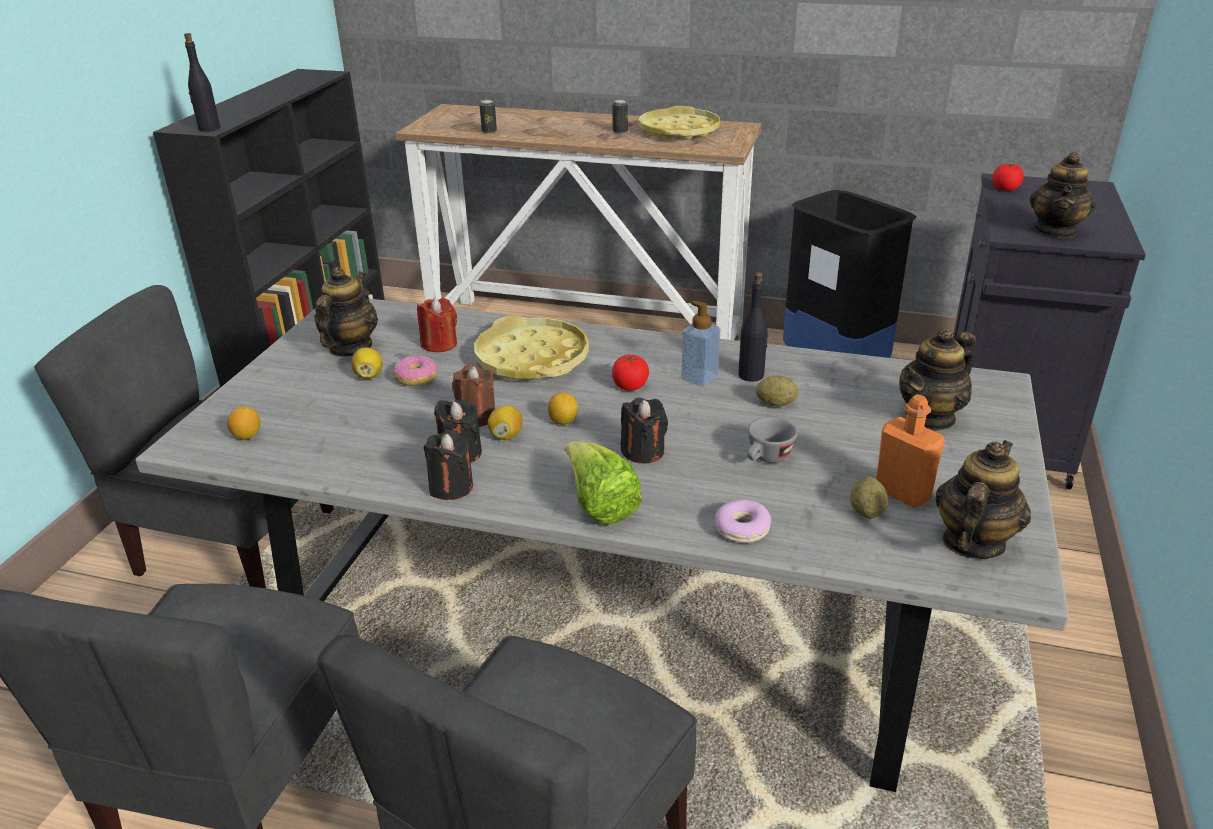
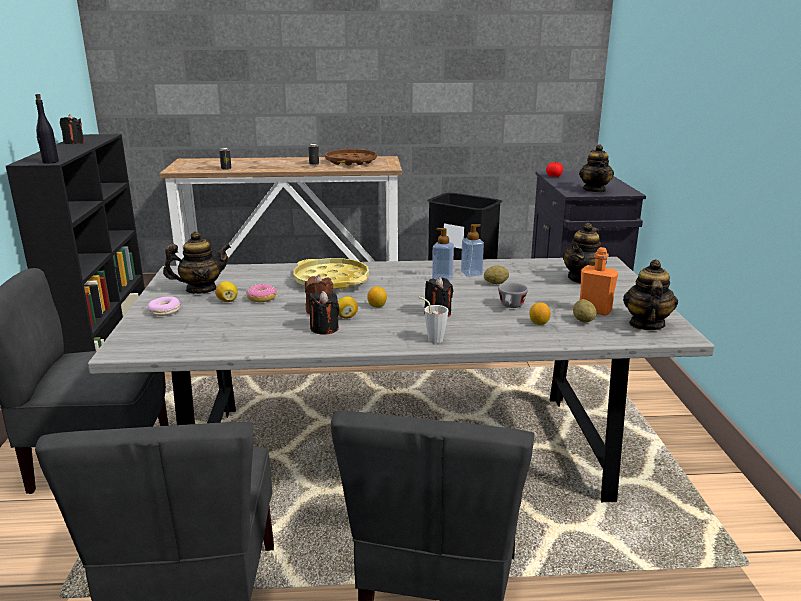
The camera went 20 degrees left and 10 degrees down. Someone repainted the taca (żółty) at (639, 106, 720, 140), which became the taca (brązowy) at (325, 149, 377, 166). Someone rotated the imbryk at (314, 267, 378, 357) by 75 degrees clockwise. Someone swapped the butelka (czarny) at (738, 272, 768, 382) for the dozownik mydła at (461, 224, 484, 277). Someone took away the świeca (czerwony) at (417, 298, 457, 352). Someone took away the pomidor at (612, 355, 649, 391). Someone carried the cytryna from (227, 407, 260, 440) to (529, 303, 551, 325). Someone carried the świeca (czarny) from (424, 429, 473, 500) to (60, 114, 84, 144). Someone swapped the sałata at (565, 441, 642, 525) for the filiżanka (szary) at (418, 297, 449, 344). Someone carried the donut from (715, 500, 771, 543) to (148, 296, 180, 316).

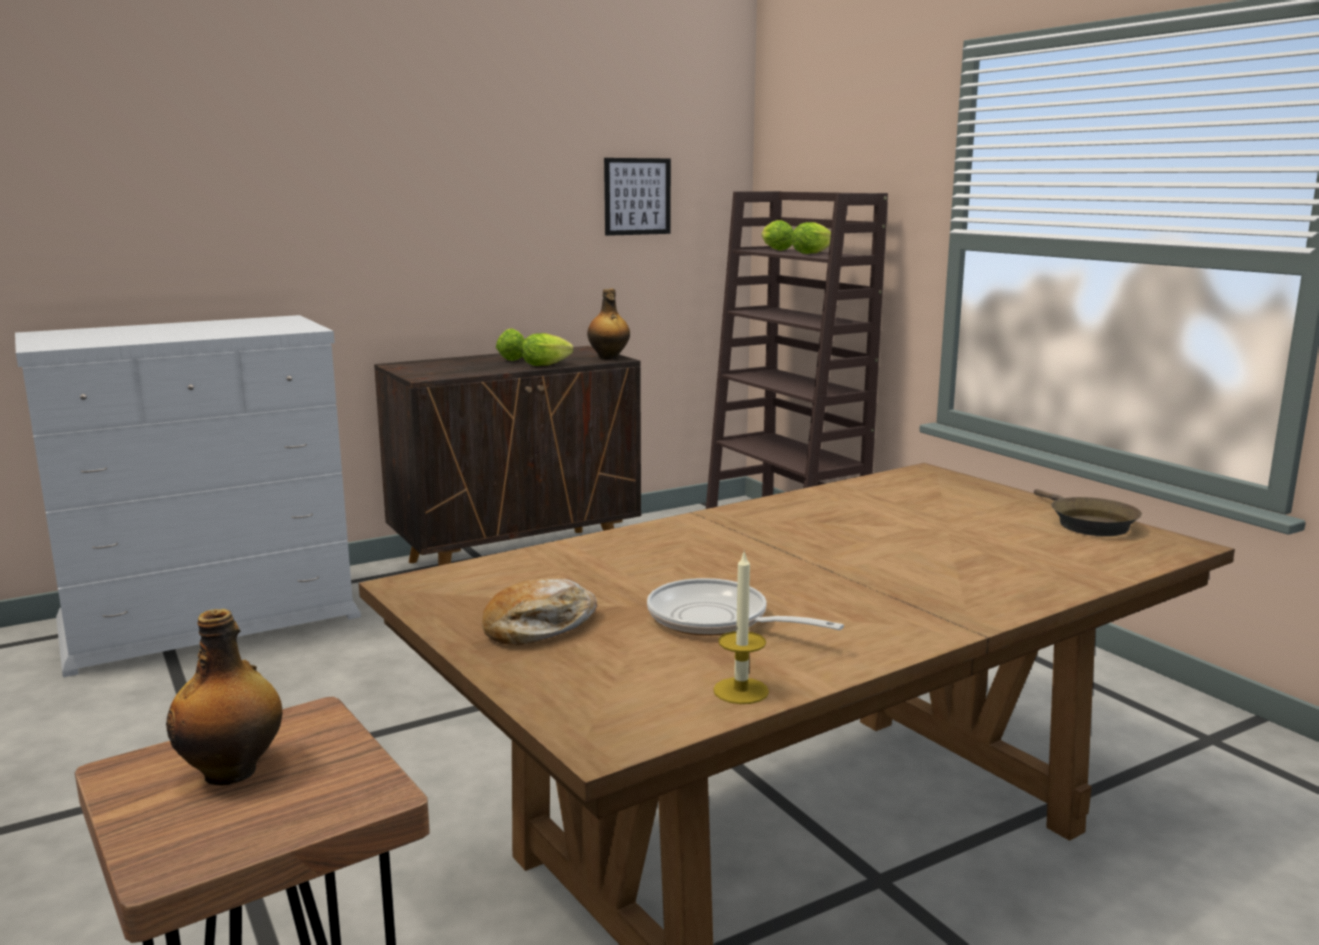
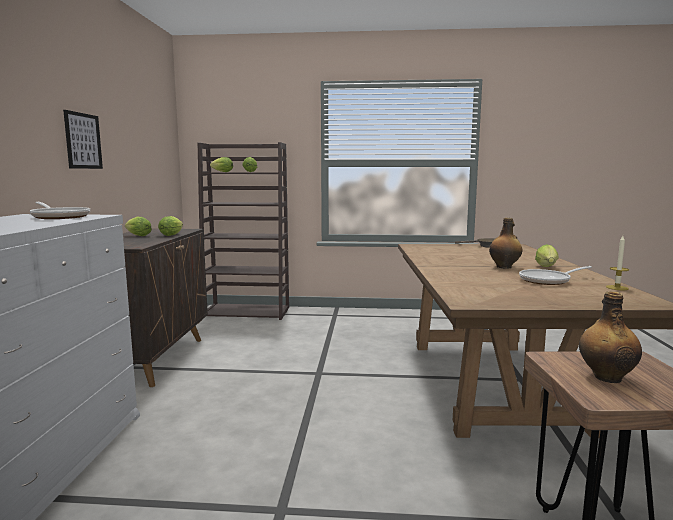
The camera went 55 degrees left and 5 degrees down. Someone carried the obraz from (604, 158, 671, 236) to (63, 110, 103, 169). Someone carried the butelka from (587, 289, 630, 359) to (489, 218, 522, 269). Someone took away the chleb at (482, 578, 597, 645). Someone put down the patelnia at (30, 202, 90, 219). Someone put down the sałata at (535, 244, 559, 267).

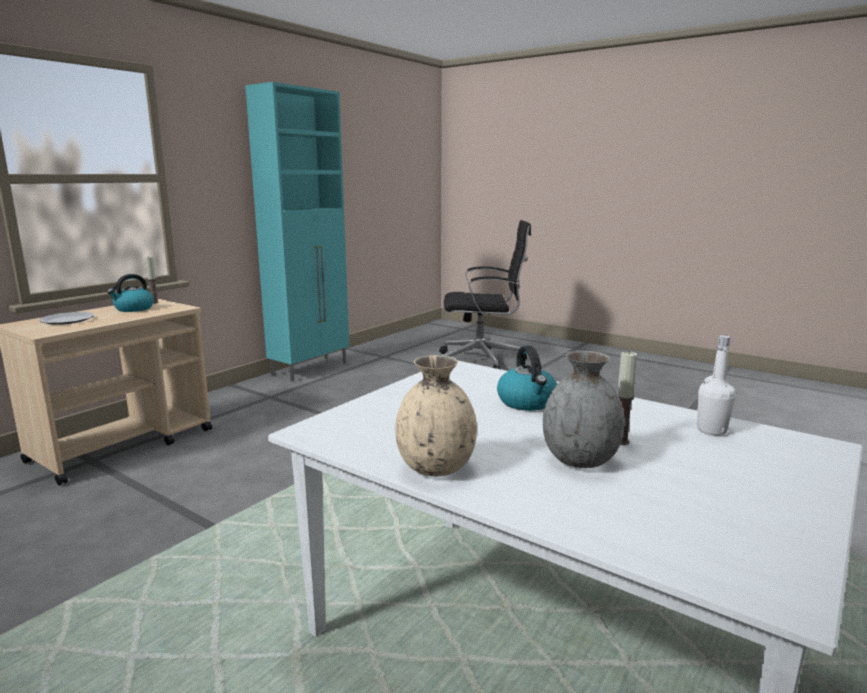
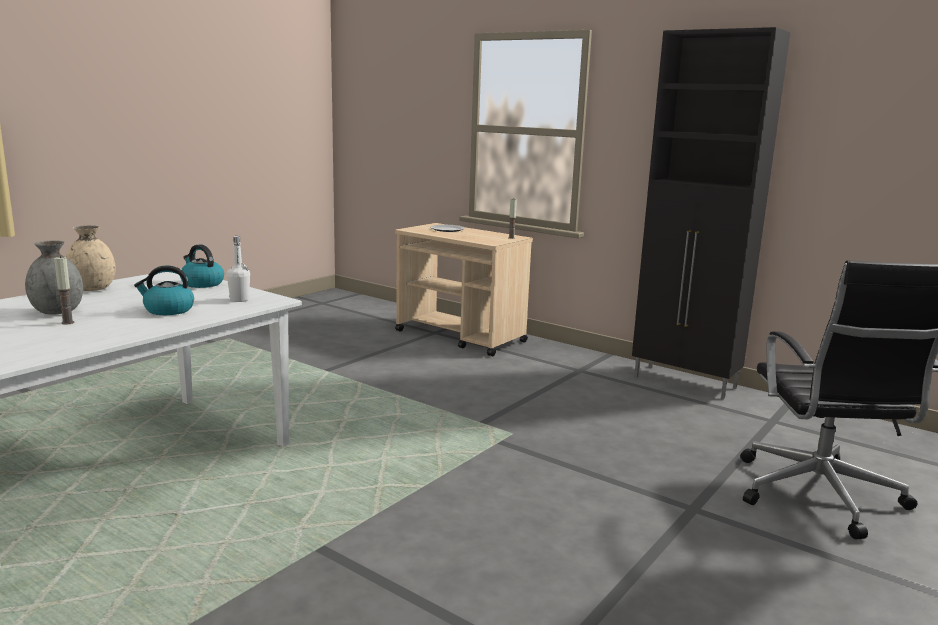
The camera went 90 degrees right and 0 degrees up. Someone repainted the szafka (turkusowy) at (245, 82, 349, 381), which became the szafka (czarny) at (632, 27, 791, 400). Someone carried the czajnik from (107, 274, 154, 312) to (180, 244, 224, 288). Someone carried the butelka (biały) from (697, 335, 736, 435) to (227, 236, 250, 302).

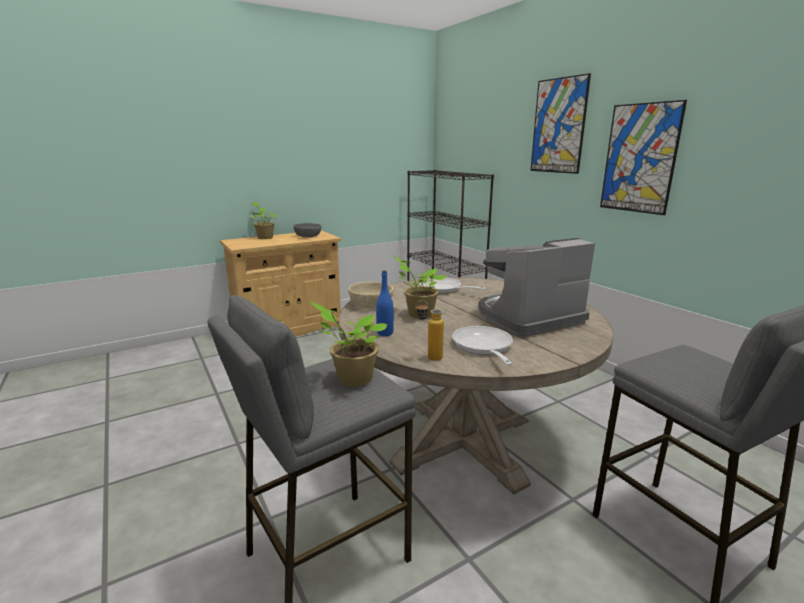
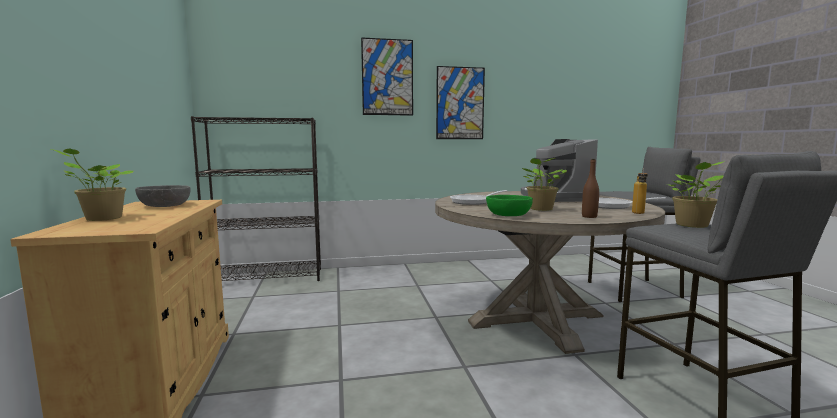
The camera went 70 degrees left and 10 degrees down. Someone repainted the butelka (niebieski) at (376, 271, 394, 336), which became the butelka (brązowy) at (582, 159, 599, 218). Someone repainted the miska (beżowy) at (348, 282, 393, 308), which became the miska (zielony) at (486, 195, 533, 216).

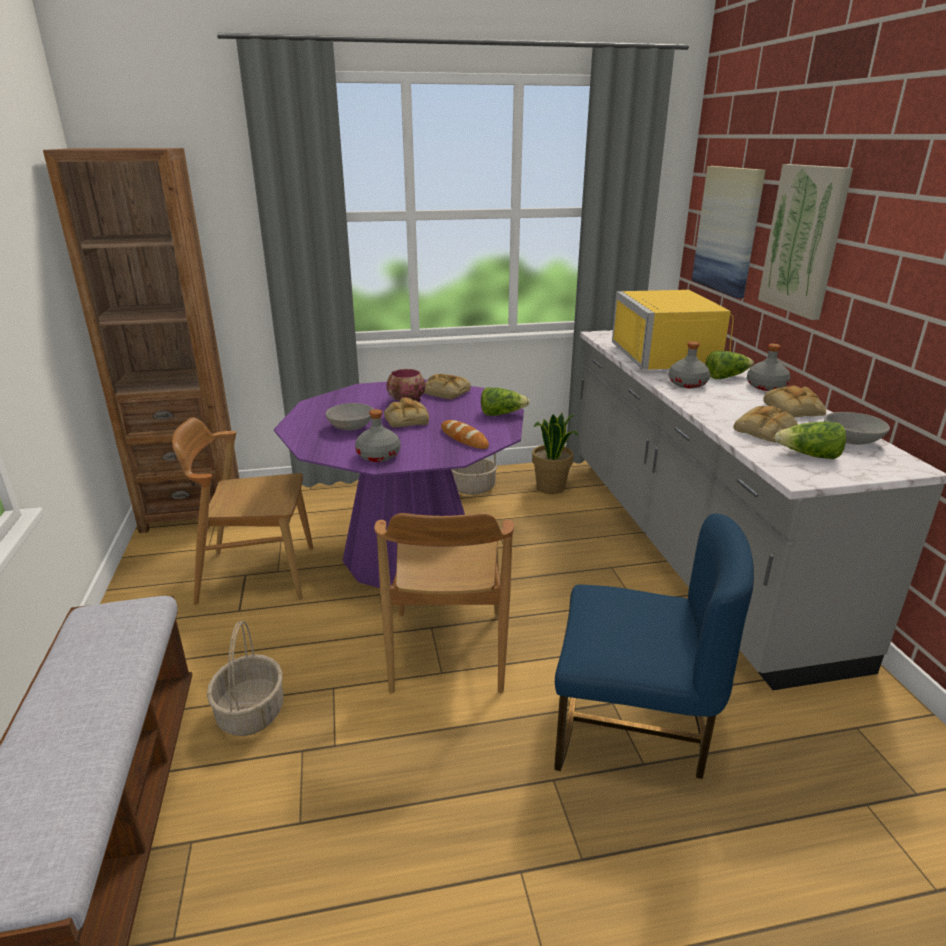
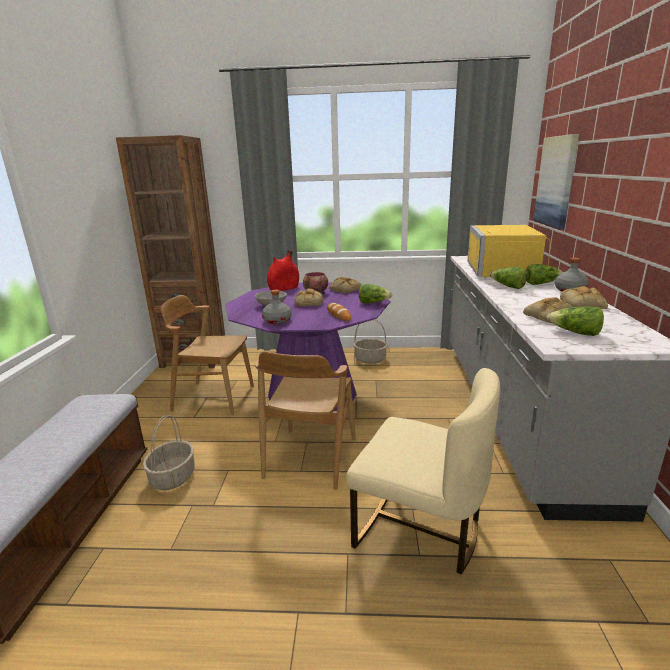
The camera went 15 degrees right and 5 degrees down. Someone took away the obraz at (758, 164, 853, 320). Someone swapped the butelka (szary) at (669, 341, 710, 388) for the sałata at (490, 267, 527, 289). Someone took away the miska (szary) at (824, 412, 890, 445). Someone took away the roślina doniczkowa at (532, 413, 578, 494). Someone repainted the krzesło (niebieski) at (555, 514, 754, 779), which became the krzesło (beżowy) at (346, 368, 500, 574). Someone put down the wazon (czerwony) at (267, 250, 299, 291).

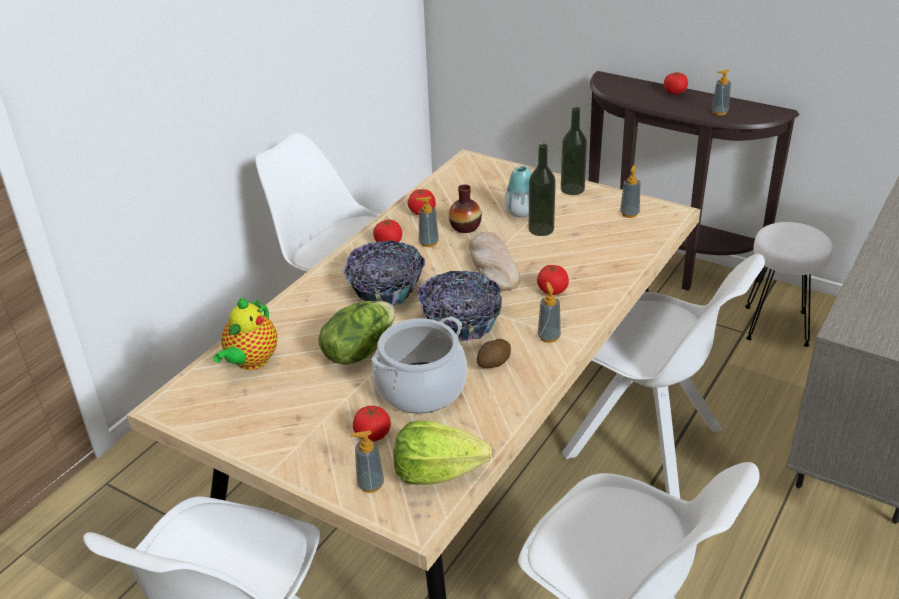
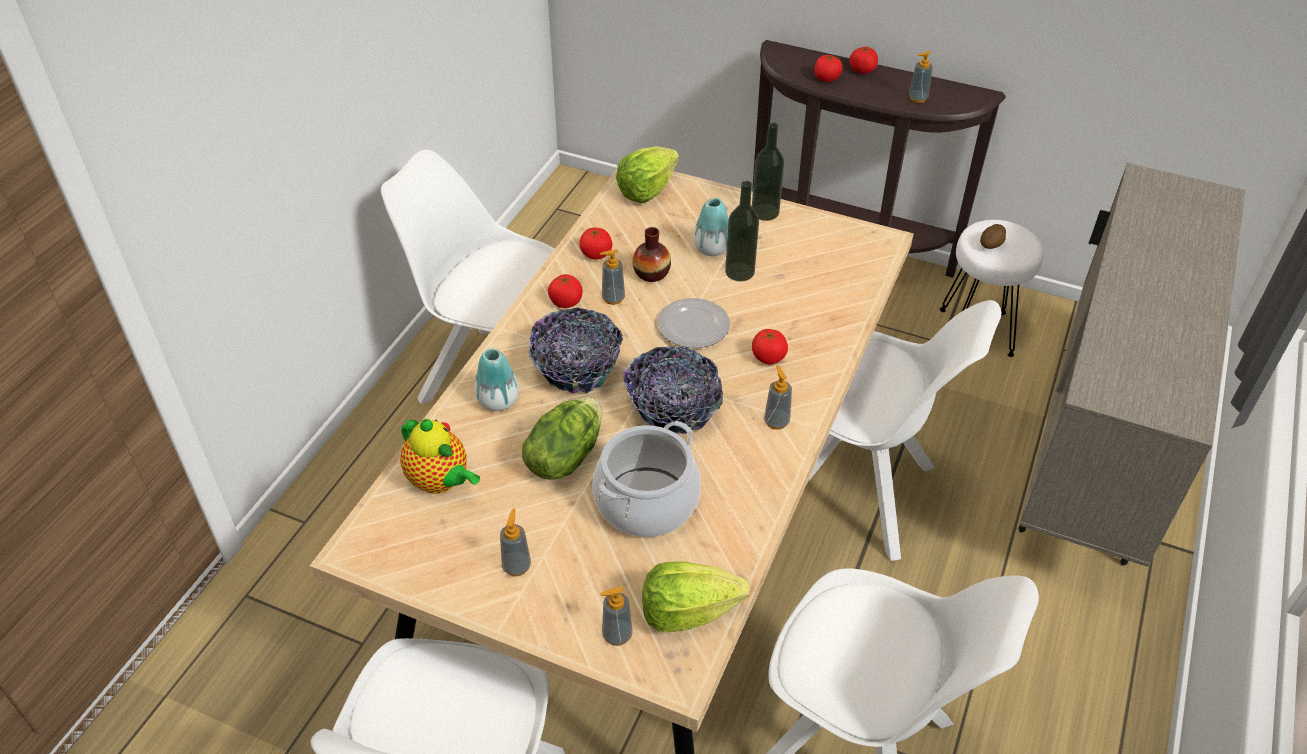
The camera went 10 degrees left and 10 degrees up. Someone carried the dozownik mydła from (620, 165, 640, 218) to (500, 509, 531, 576). Someone swapped the chleb at (469, 232, 520, 292) for the talerz at (657, 298, 730, 348). Someone rotated the imbryk at (213, 298, 277, 370) by 60 degrees counterclockwise. Someone carried the ziemniak from (477, 339, 511, 368) to (980, 224, 1006, 249). Someone carried the pomidor from (353, 406, 391, 441) to (814, 55, 843, 82). Someone put down the sałata at (616, 146, 679, 203). Someone put down the wazon at (475, 348, 519, 411).

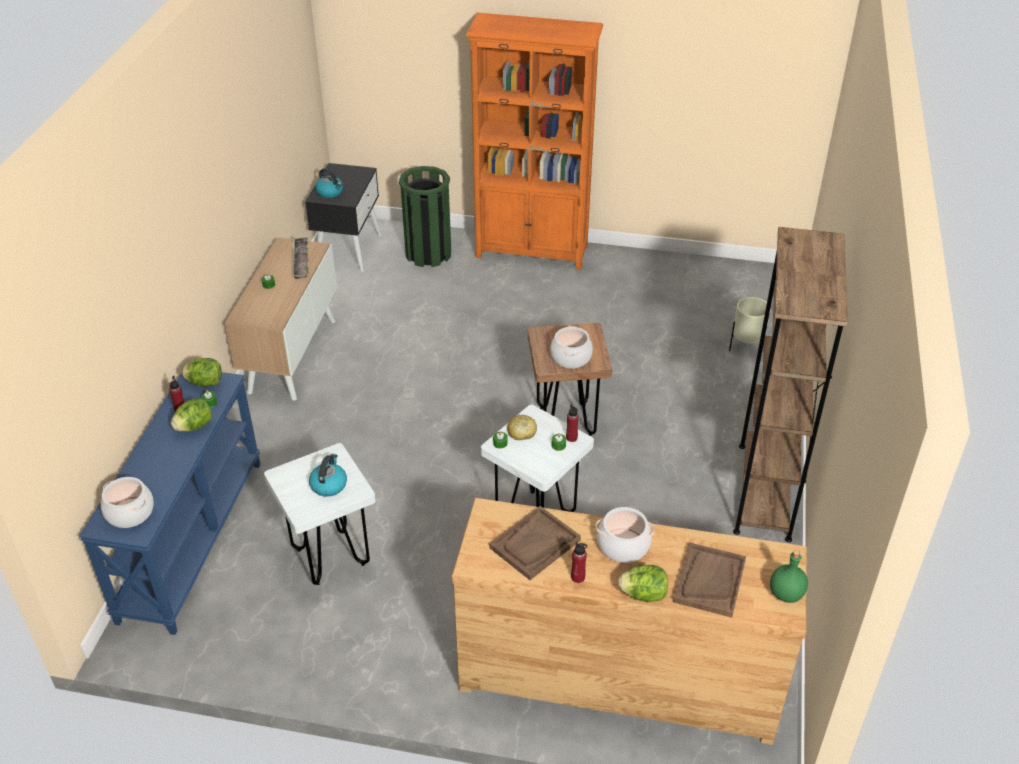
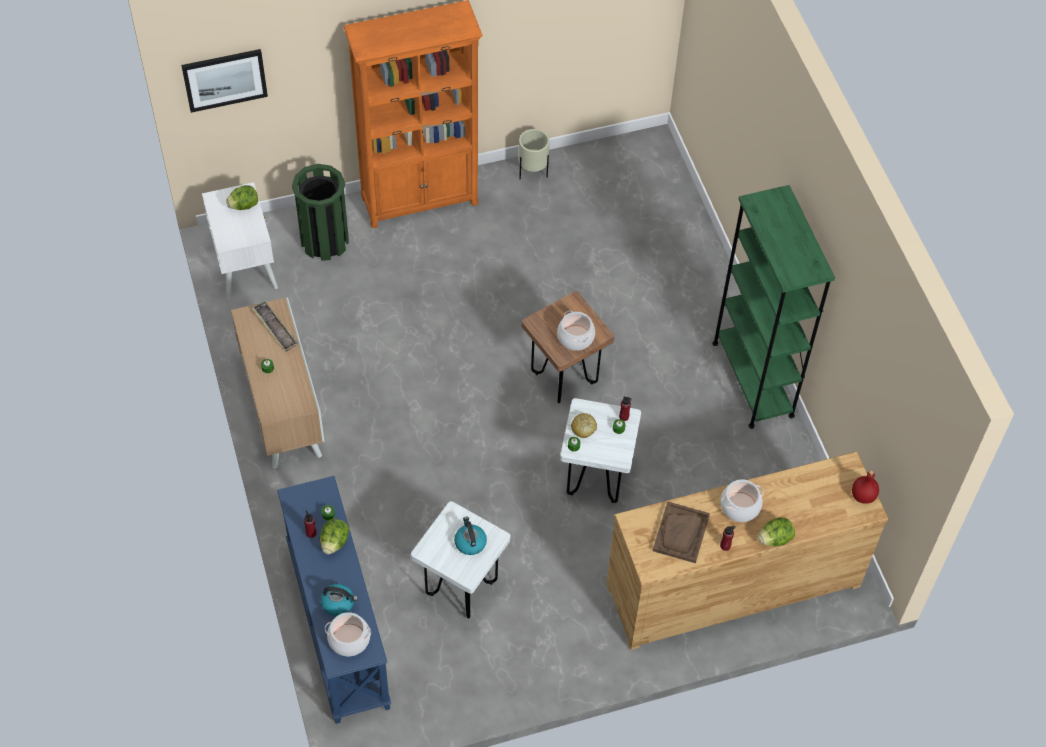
The camera went 30 degrees left and 15 degrees up. Someone repainted the szafka nocna (czarny) at (305, 163, 381, 272), which became the szafka nocna (biały) at (202, 182, 278, 300). Someone carried the czajnik from (315, 168, 343, 198) to (320, 584, 358, 616). Someone repainted the regał (brązowy) at (733, 227, 848, 542), which became the regał (zielony) at (712, 185, 835, 429). Someone carried the donica (beżowy) from (729, 297, 771, 351) to (519, 129, 550, 179). Someone carried the sałata from (181, 358, 222, 387) to (226, 185, 258, 210). Someone took away the taca (brązowy) at (673, 542, 746, 618). Someone repainted the butelka (zielony) at (770, 550, 808, 603), which became the butelka (czerwony) at (852, 470, 879, 504). Someone put up the obraz at (181, 49, 268, 113).

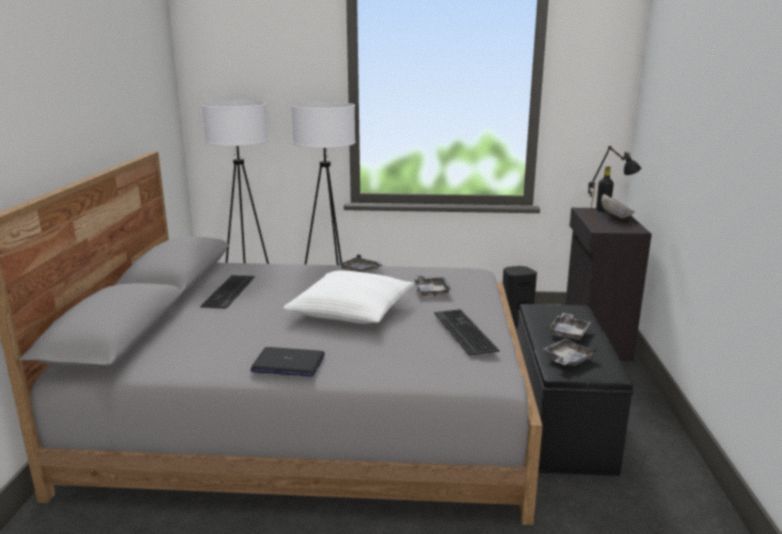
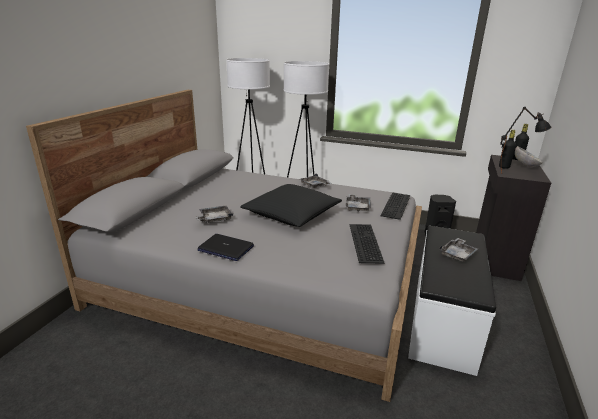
The camera went 15 degrees right and 5 degrees up. Someone repainted the poduszka (biały) at (283, 270, 414, 324), which became the poduszka (czarny) at (240, 184, 342, 227). Someone carried the klawiatura from (200, 275, 255, 309) to (380, 192, 410, 220). Someone repainted the ławka (czarny) at (517, 304, 633, 476), which became the ławka (biały) at (408, 226, 496, 376). Someone carried the taca (szary) from (543, 338, 597, 366) to (195, 206, 233, 223). Someone put down the butelka (czarny) at (499, 130, 516, 169).

